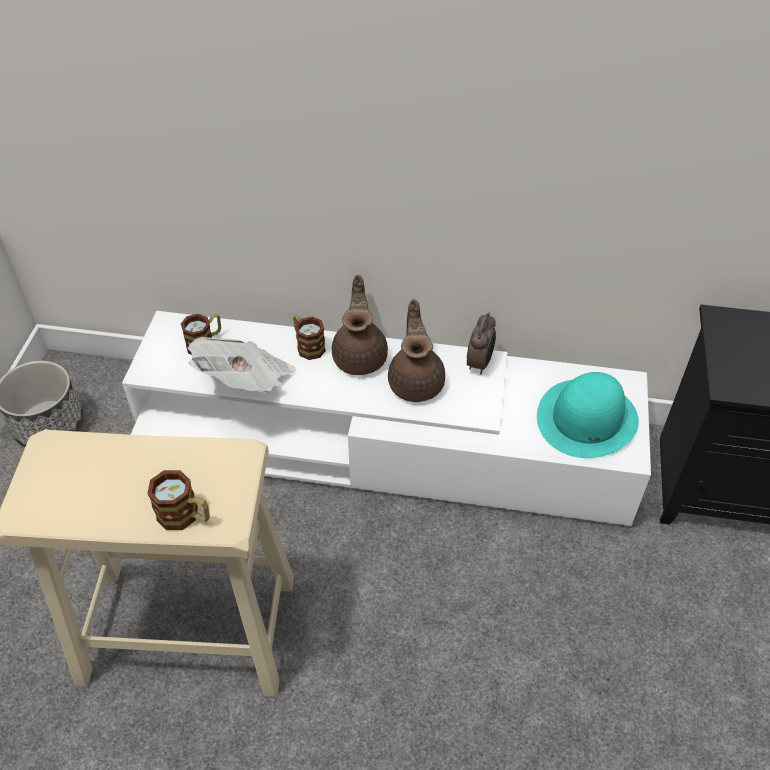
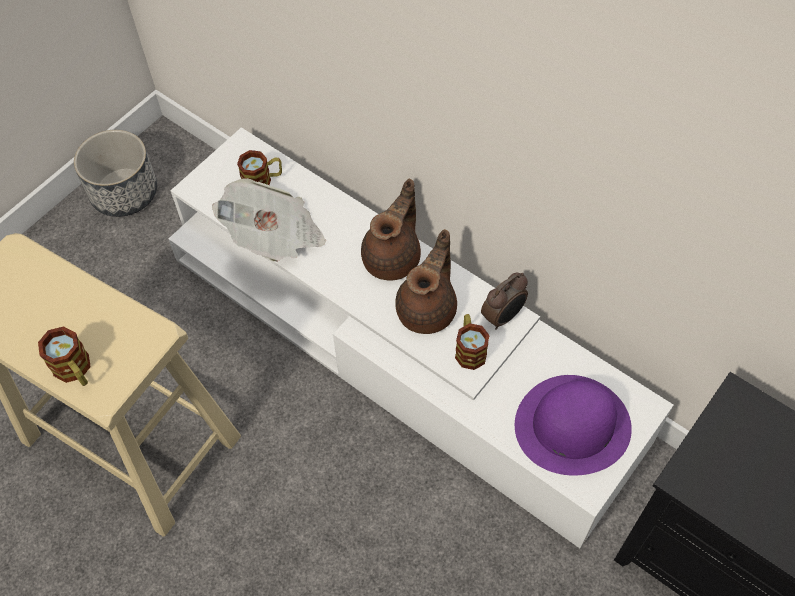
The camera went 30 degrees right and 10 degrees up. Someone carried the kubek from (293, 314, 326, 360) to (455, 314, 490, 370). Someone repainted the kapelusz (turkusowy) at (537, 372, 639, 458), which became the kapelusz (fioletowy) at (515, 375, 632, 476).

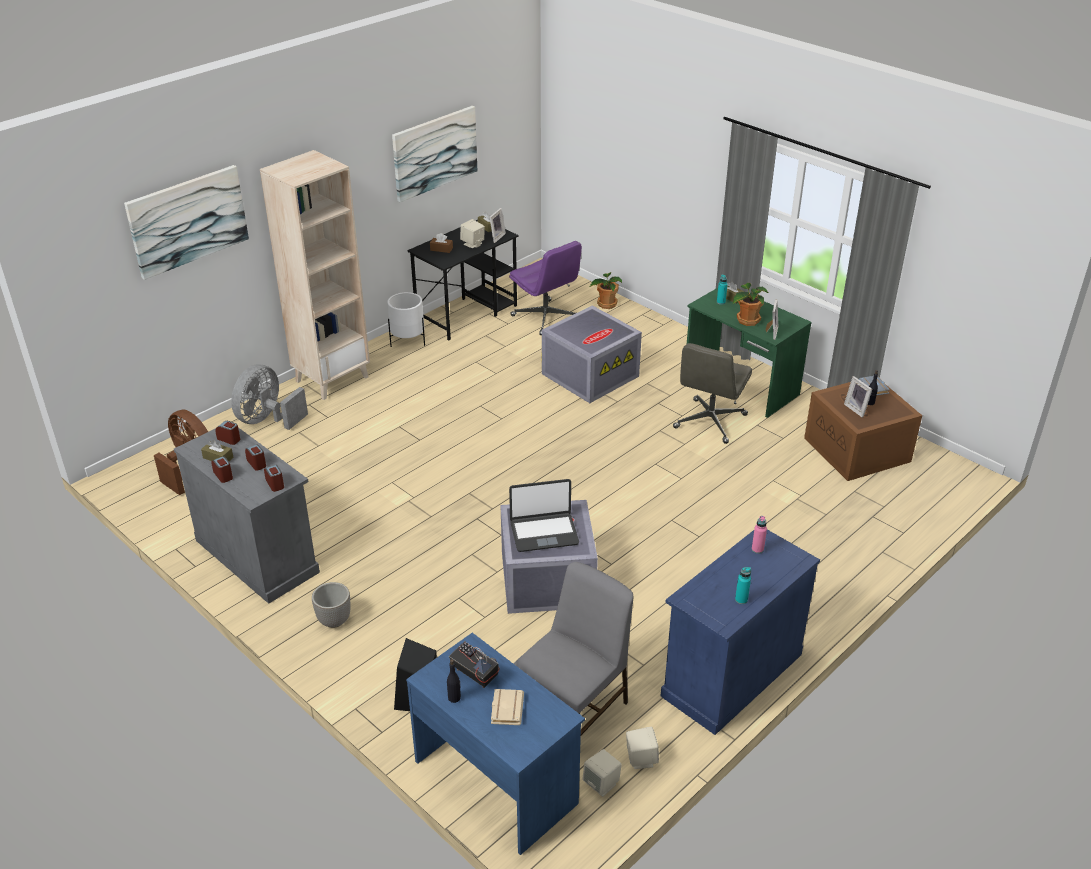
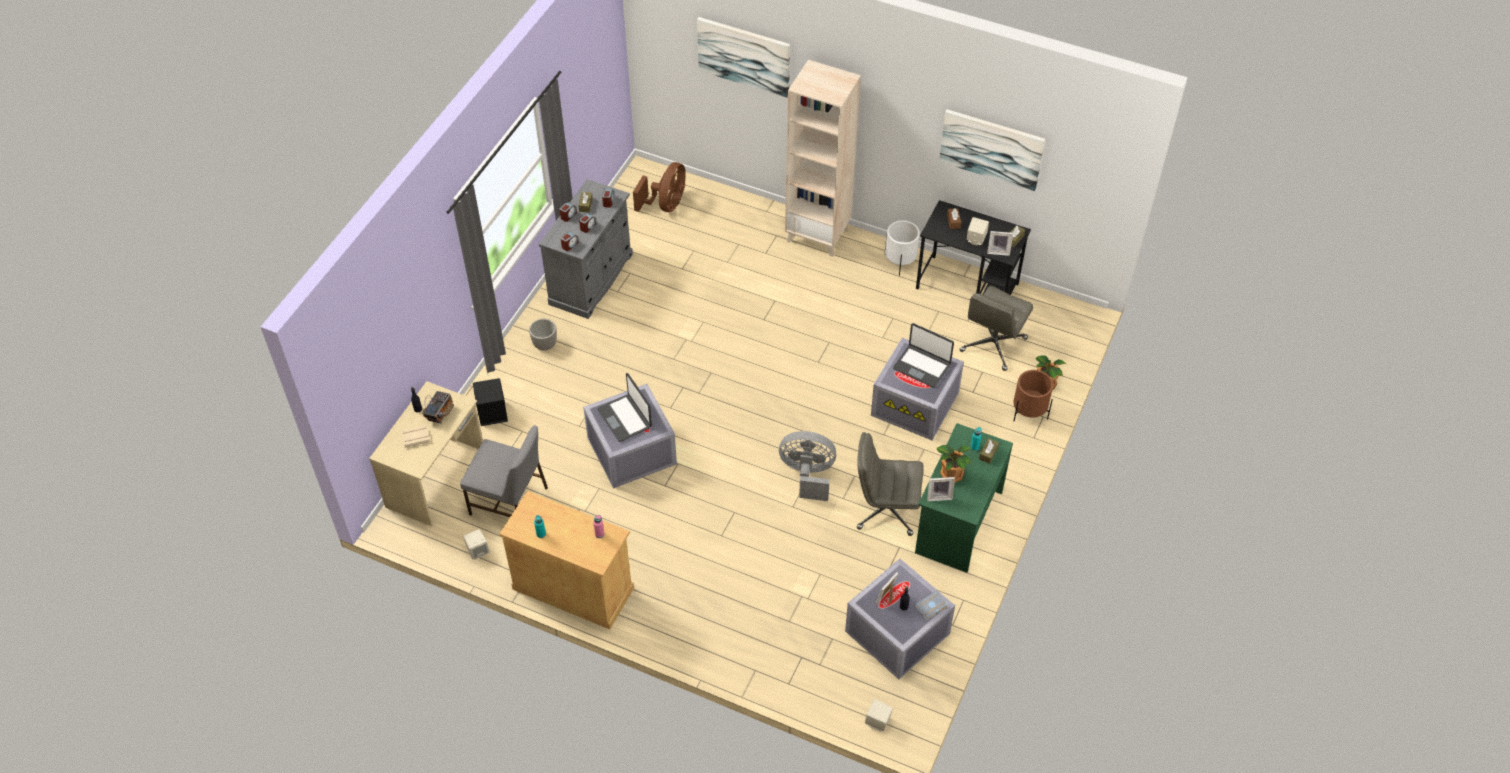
The camera went 70 degrees right and 15 degrees up. Someone repainted the krzesło biurowe (fioletowy) at (509, 241, 582, 336), which became the krzesło biurowe (szary) at (960, 286, 1033, 371). Someone carried the wentylator (szary) from (231, 364, 308, 430) to (779, 431, 836, 501). Someone repainted the pojemnik do przechowywania (brązowy) at (804, 382, 922, 481), which became the pojemnik do przechowywania (szary) at (845, 559, 955, 679). Someone repainted the szafka (niebieski) at (661, 530, 820, 735), which became the szafka (beżowy) at (499, 491, 634, 629). Someone repainted the biurko (niebieski) at (406, 633, 585, 855), which became the biurko (beżowy) at (369, 381, 483, 526). Someone carried the głośnik (beżowy) from (582, 749, 622, 797) to (865, 699, 893, 731). Someone put down the laptop at (893, 323, 954, 388). Someone put down the donica (brązowy) at (1013, 370, 1053, 421).

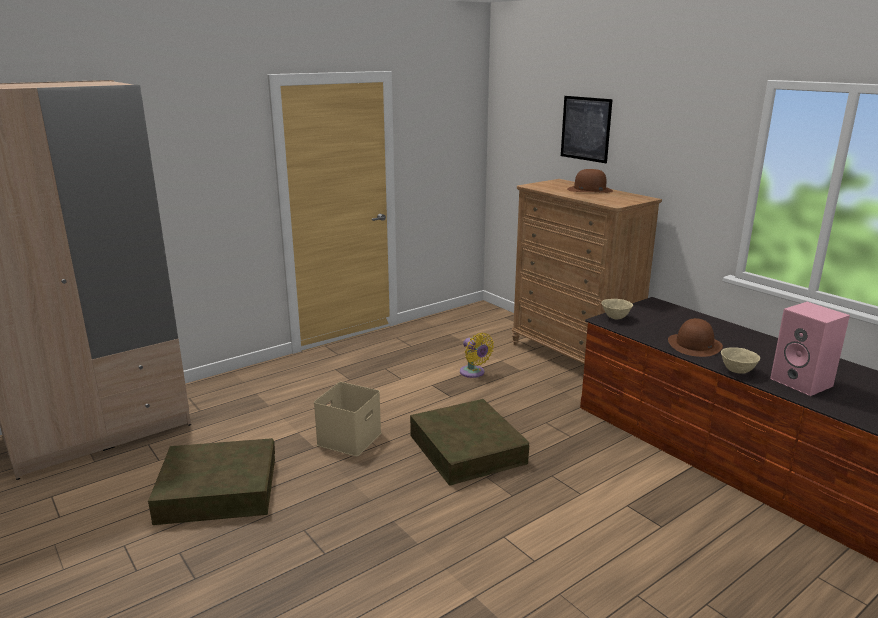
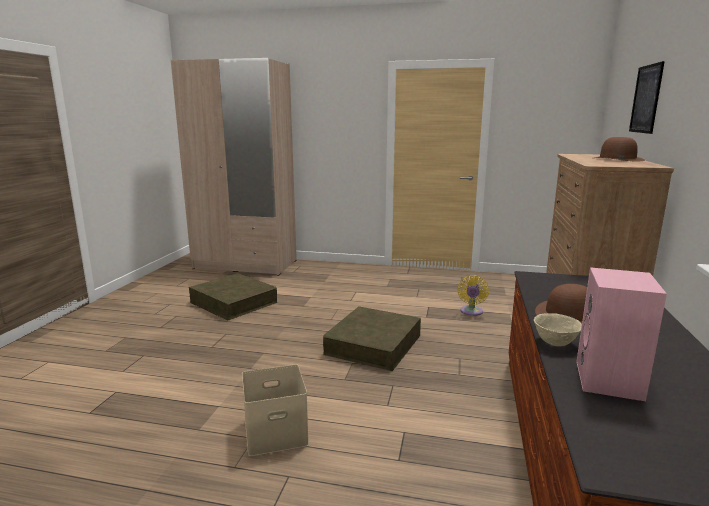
The camera went 50 degrees right and 5 degrees down. Someone took away the miska (beżowy) at (601, 299, 633, 320). Someone carried the pojemnik do przechowywania (beżowy) from (314, 382, 381, 457) to (242, 364, 309, 457).

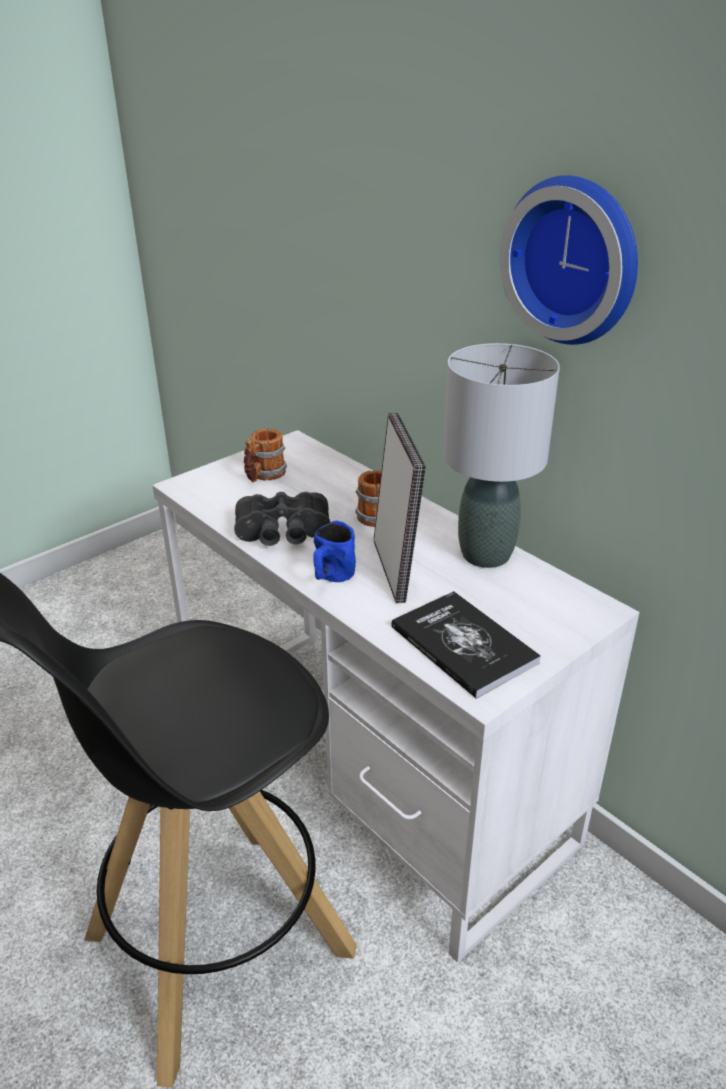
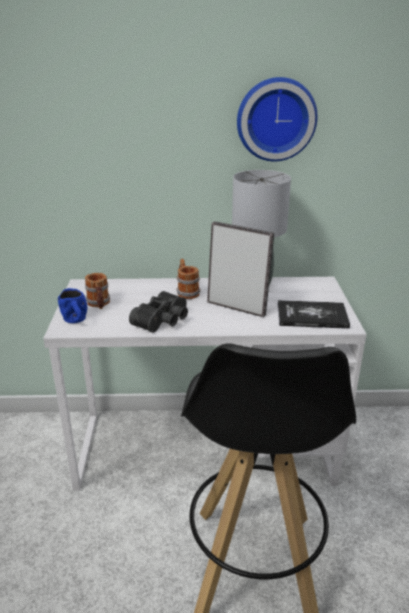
The camera went 50 degrees left and 5 degrees down. Someone carried the kubek (niebieski) from (313, 521, 356, 582) to (58, 288, 87, 323).

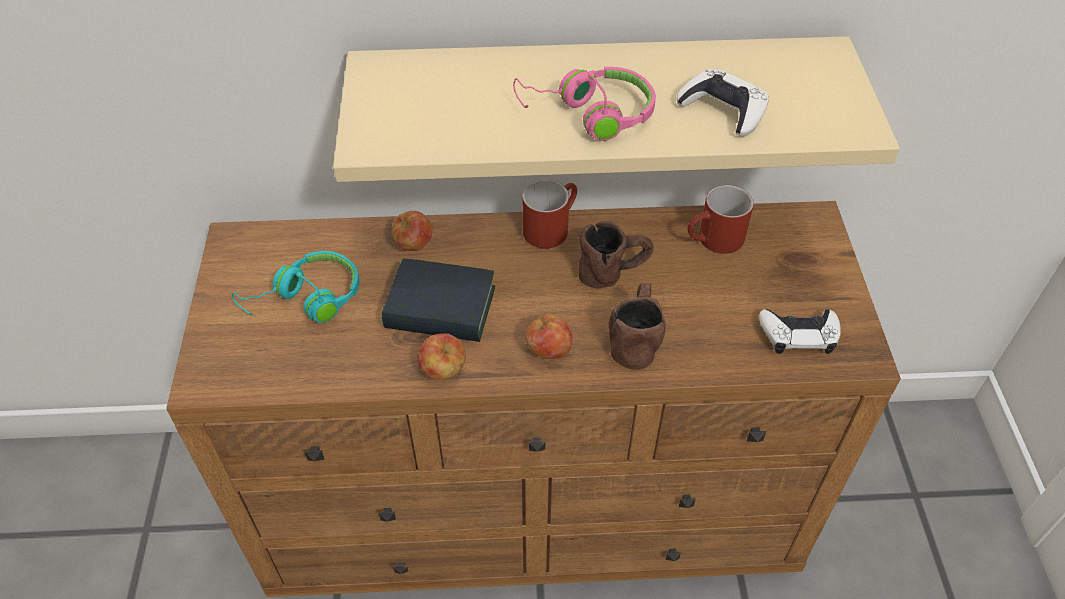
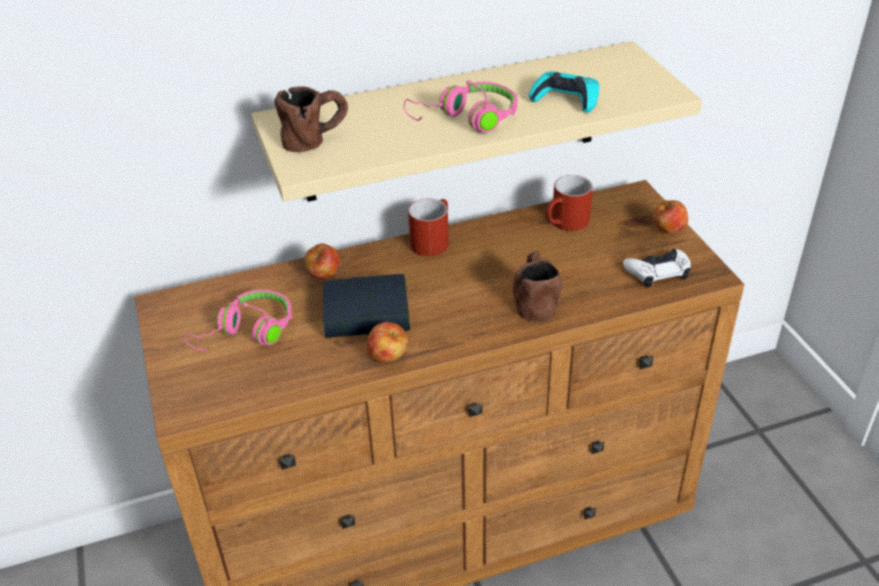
The camera went 15 degrees left and 10 degrees down. Someone repainted the pad do gier (biały) at (677, 69, 769, 137), which became the pad do gier (turkusowy) at (529, 71, 599, 112). Someone carried the kubek (brązowy) from (578, 221, 654, 288) to (274, 86, 348, 152). Someone repainted the słuchawki (turkusowy) at (232, 251, 359, 323), which became the słuchawki (różowy) at (185, 290, 292, 351). Someone carried the jabłko from (525, 314, 573, 359) to (653, 200, 688, 233).

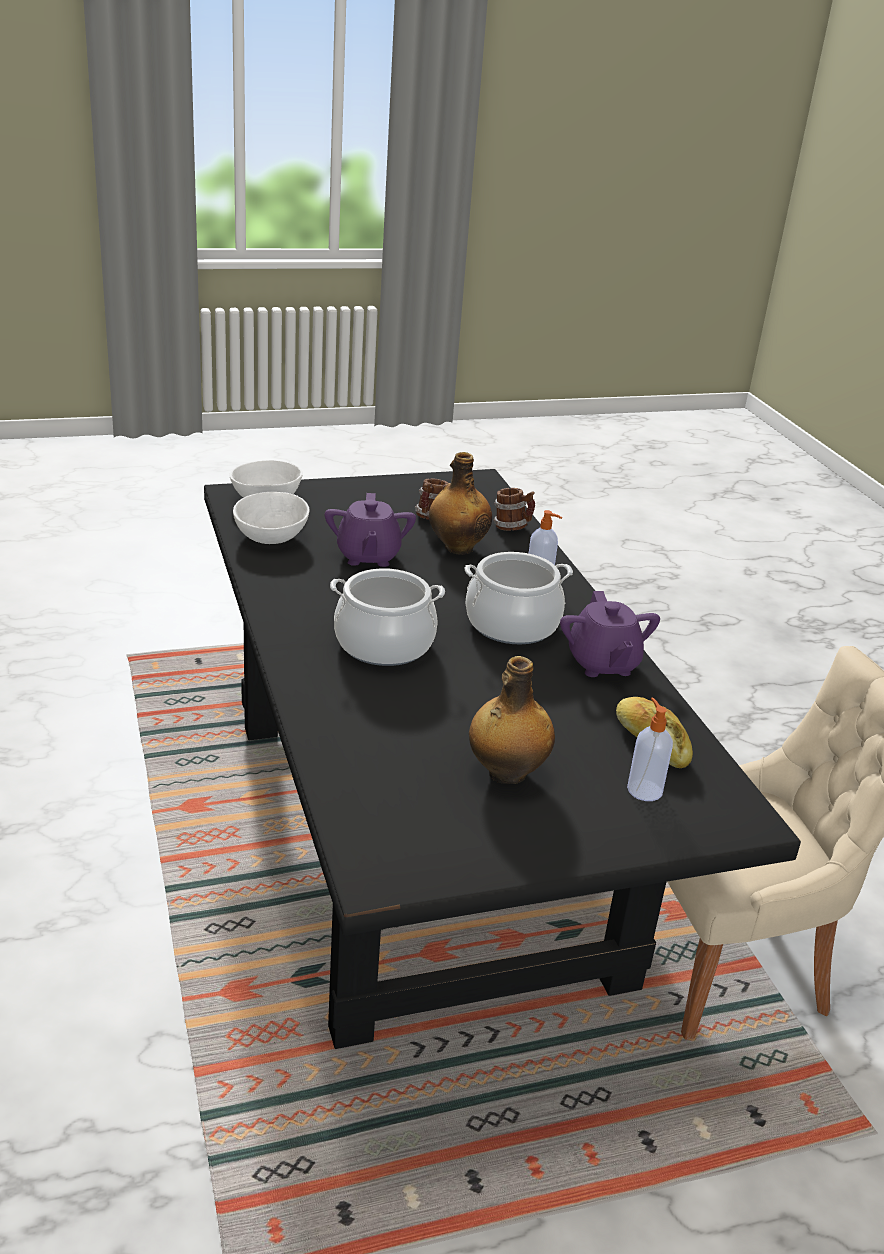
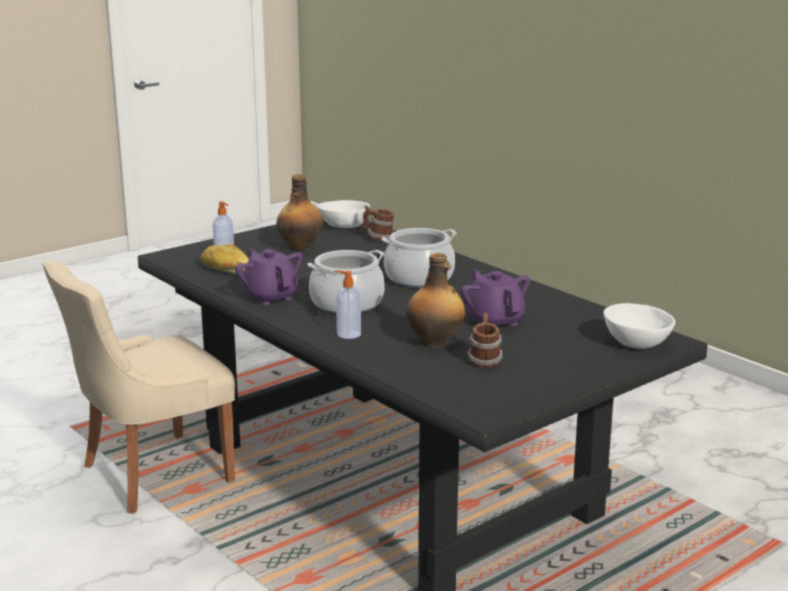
The camera went 160 degrees right and 10 degrees down. Someone carried the kubek from (493, 488, 535, 531) to (363, 205, 395, 241). Someone carried the miska (biały) from (233, 492, 310, 544) to (317, 200, 370, 228).

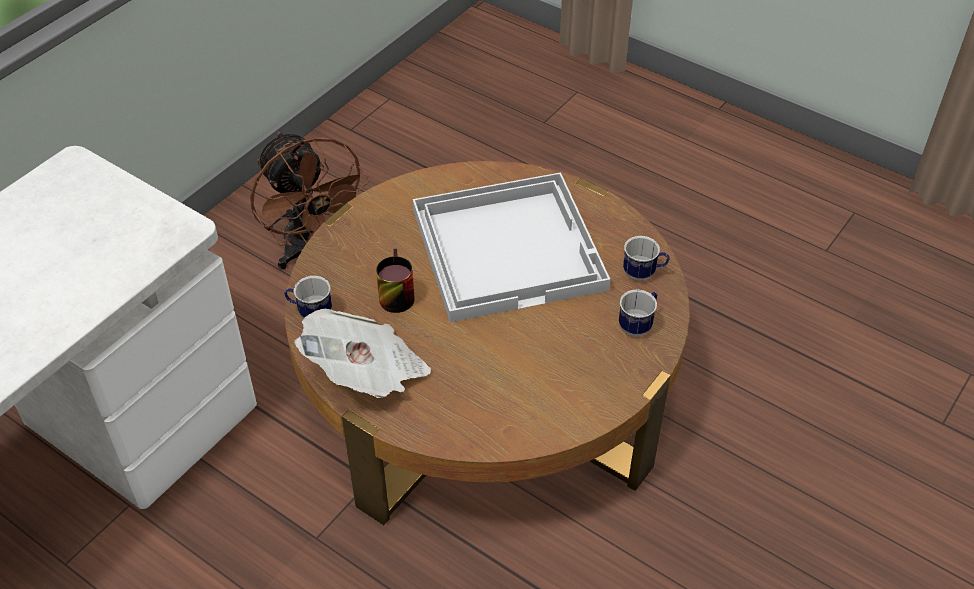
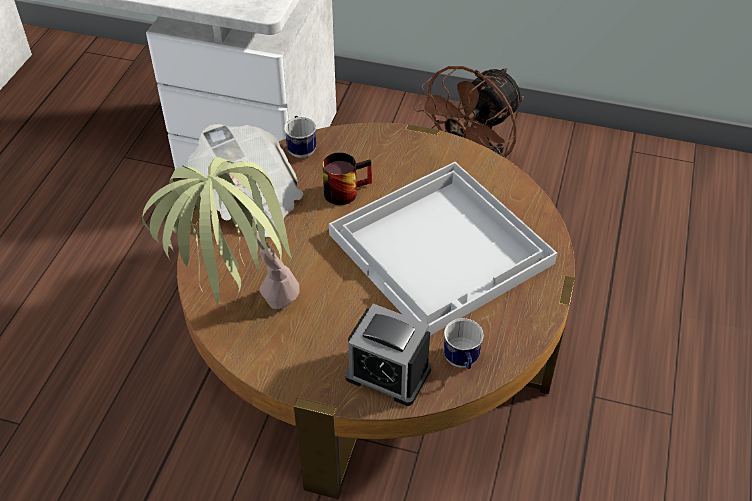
The camera went 70 degrees right and 0 degrees up. Someone swapped the kubek at (619, 289, 657, 336) for the budzik at (345, 304, 431, 406). Someone put down the roślina doniczkowa at (142, 157, 300, 309).

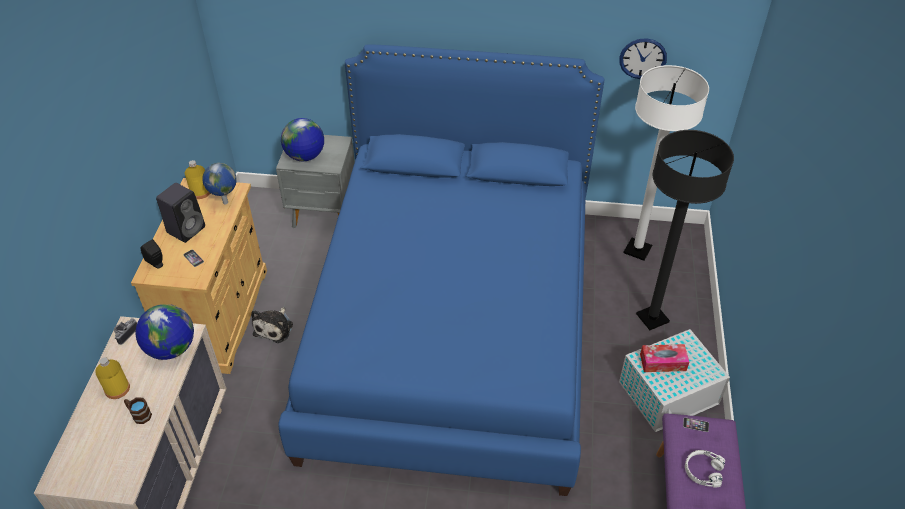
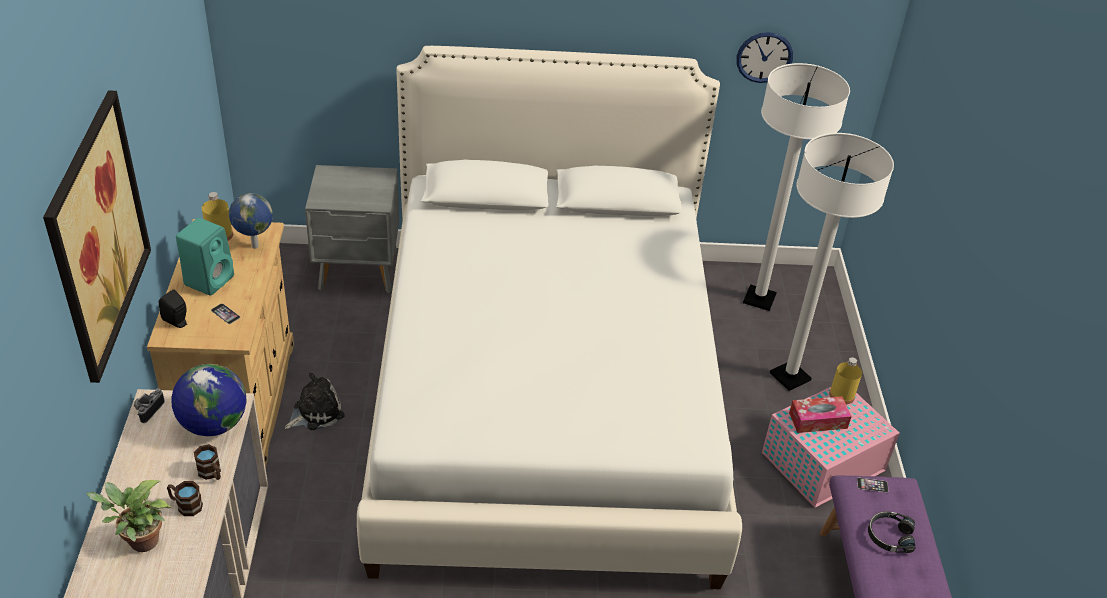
The camera went 10 degrees left and 5 degrees down. Someone repainted the łóżko (niebieski) at (278, 44, 605, 496), which became the łóżko (biały) at (357, 46, 742, 589). Someone took away the globus at (281, 118, 324, 161). Someone repainted the lampa stojąca (czarny) at (636, 130, 734, 330), which became the lampa stojąca (biały) at (770, 133, 894, 391). Someone repainted the głośnik (czarny) at (156, 183, 205, 243), which became the głośnik (turkusowy) at (176, 218, 234, 296). Someone rotated the pluszak at (251, 307, 293, 343) by 135 degrees counterclockwise. Someone repainted the pojemnik do przechowywania (biały) at (619, 329, 730, 432), which became the pojemnik do przechowywania (różowy) at (762, 387, 900, 508). Someone carried the butelka (żółty) from (95, 357, 130, 399) to (829, 357, 862, 404). Someone repainted the słuchawki (biały) at (685, 450, 725, 488), which became the słuchawki (czarny) at (868, 511, 916, 553). Someone put up the obraz at (43, 90, 151, 383). Someone put down the kubek (brązowy) at (194, 444, 221, 480). Someone put down the roślina doniczkowa at (86, 480, 171, 552).

